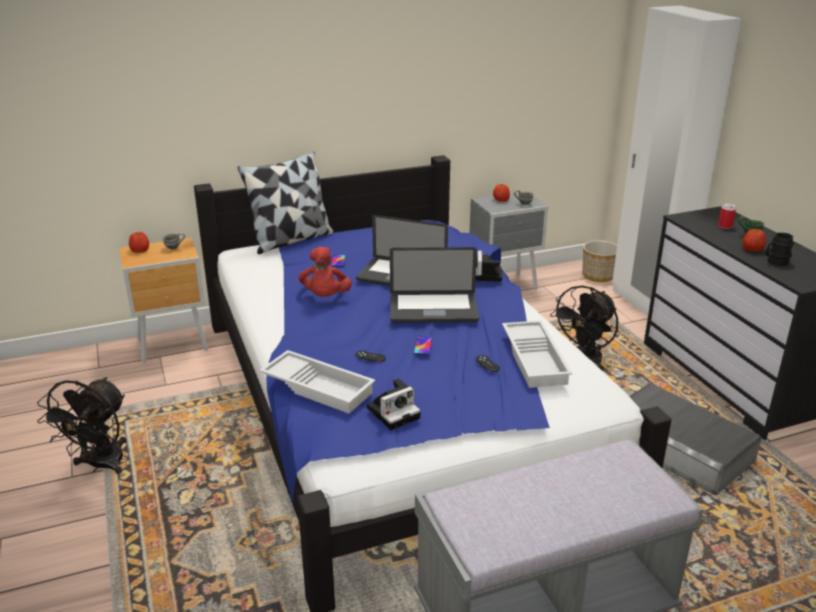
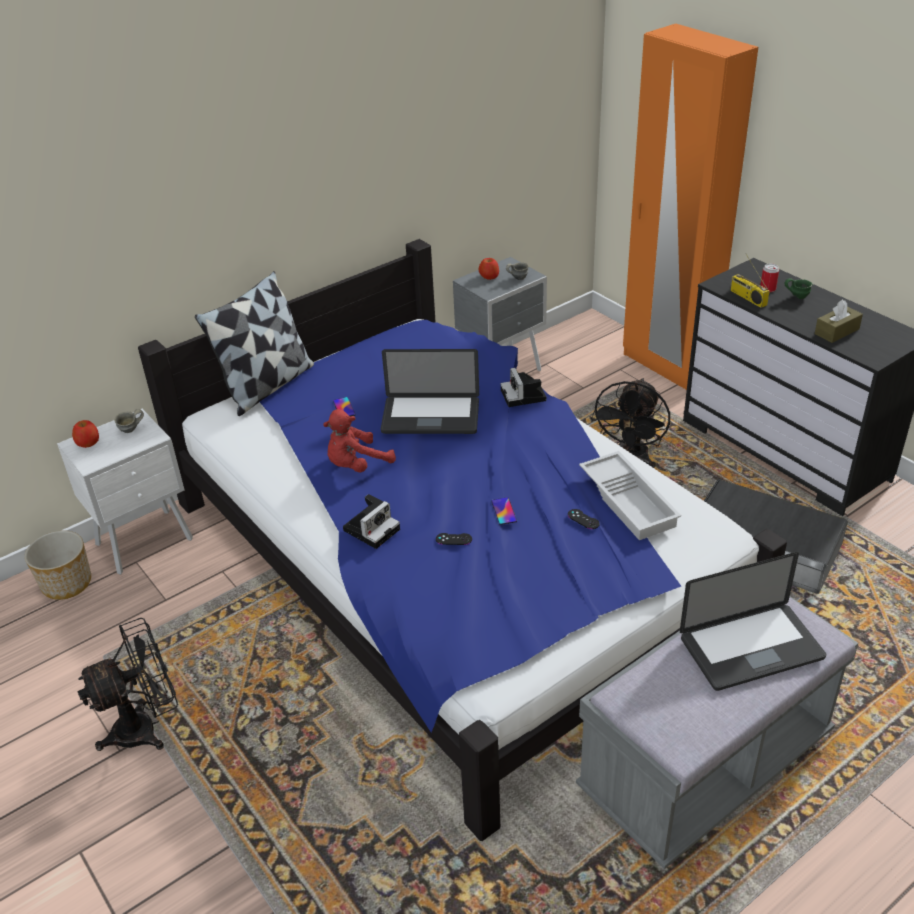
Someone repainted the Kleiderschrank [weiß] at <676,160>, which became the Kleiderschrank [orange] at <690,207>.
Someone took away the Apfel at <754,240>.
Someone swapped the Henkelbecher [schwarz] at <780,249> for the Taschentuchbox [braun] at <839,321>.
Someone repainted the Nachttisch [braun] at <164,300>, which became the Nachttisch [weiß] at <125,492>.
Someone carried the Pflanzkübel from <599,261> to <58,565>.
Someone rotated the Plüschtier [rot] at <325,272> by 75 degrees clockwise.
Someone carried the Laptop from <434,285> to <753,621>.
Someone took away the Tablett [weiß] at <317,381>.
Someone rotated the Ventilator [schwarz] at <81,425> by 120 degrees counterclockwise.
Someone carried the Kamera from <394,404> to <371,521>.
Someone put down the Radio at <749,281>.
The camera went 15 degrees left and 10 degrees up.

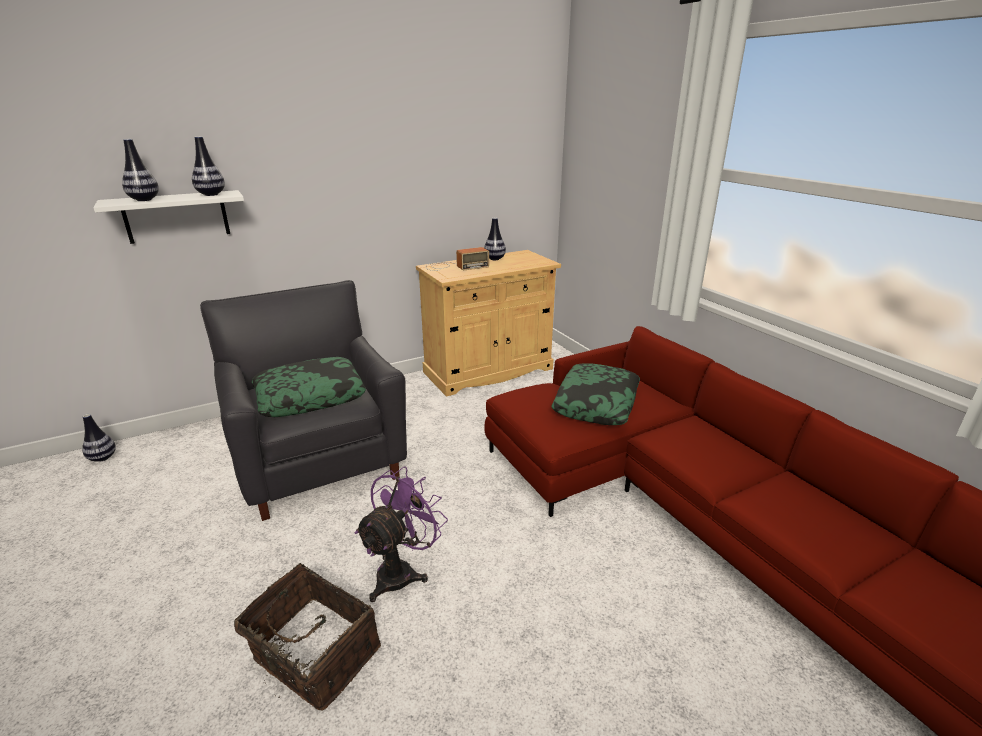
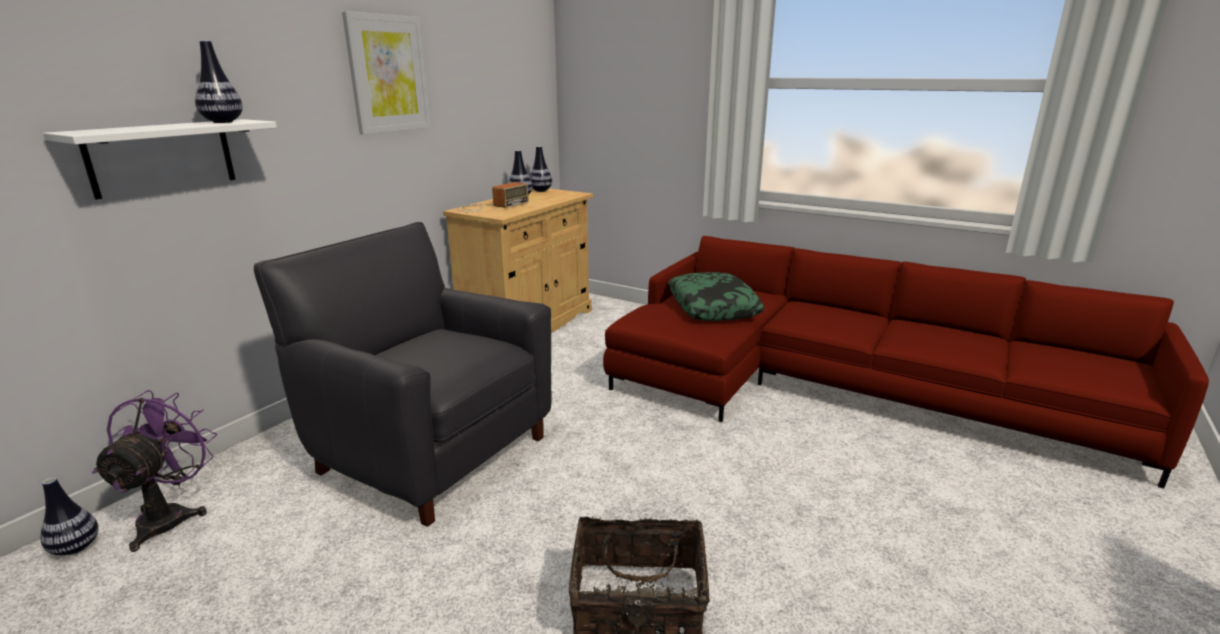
Someone carried the Vase from <140,170> to <540,169>.
Someone took away the Kissen at <309,387>.
Someone carried the Ventilator [lila] from <401,534> to <154,471>.
Someone put up the Bild at <386,73>.
The camera went 30 degrees left and 5 degrees down.

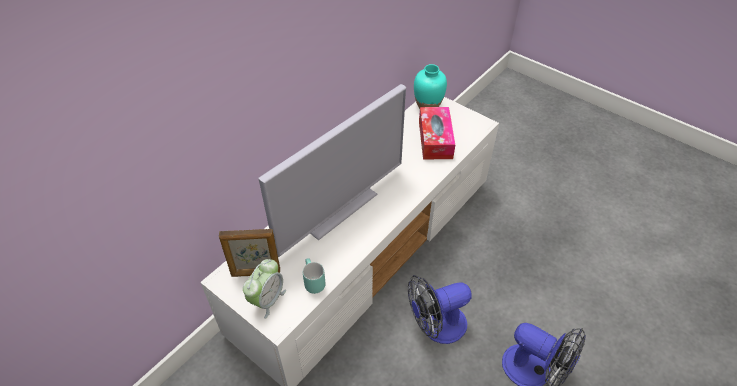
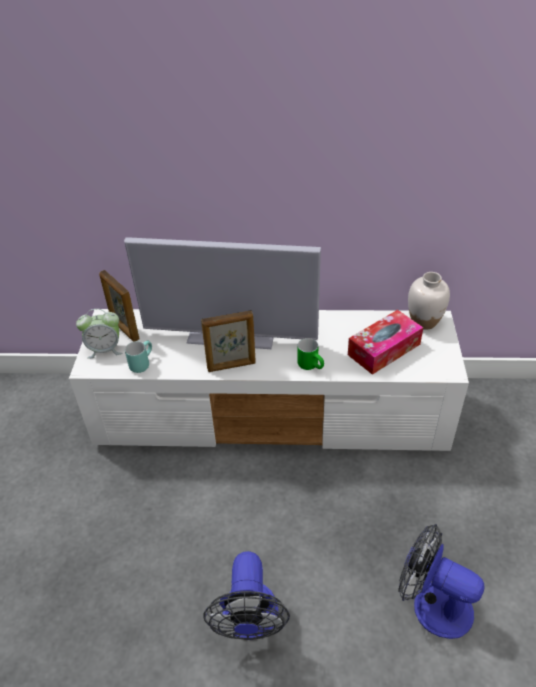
Someone repainted the Vase [türkis] at <430,86>, which became the Vase [weiß] at <429,301>.
Someone carried the Ventilator from <440,309> to <441,581>.
Someone put down the Bilderrahmen at <228,341>.
Someone put down the Henkelbecher [grün] at <310,354>.
The camera went 55 degrees right and 5 degrees down.

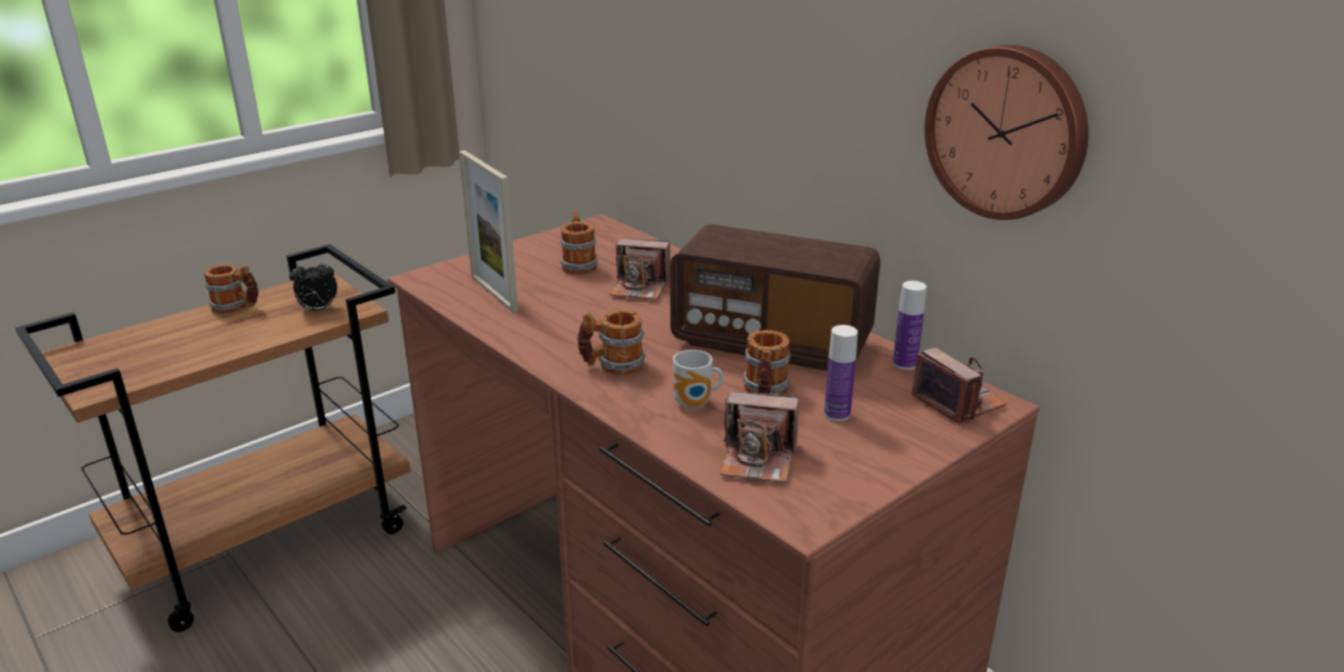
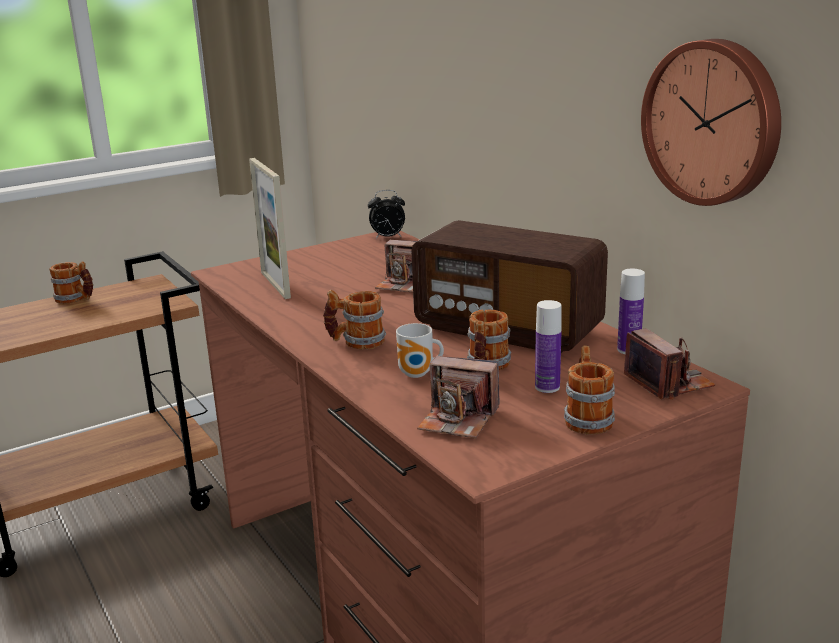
Someone carried the Henkelbecher from <579,242> to <589,390>.
Someone carried the Wecker from <313,285> to <386,214>.
The camera went 10 degrees right and 5 degrees down.

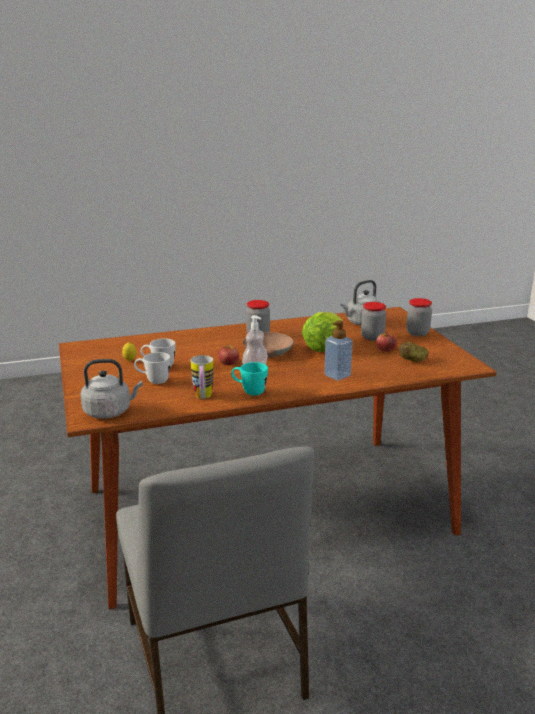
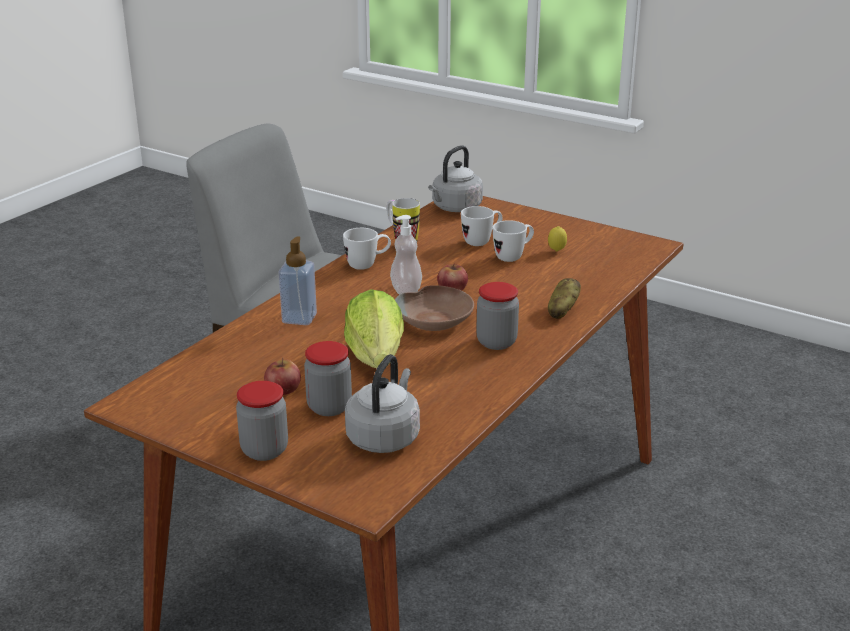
Someone carried the Kartoffel from <413,352> to <564,298>.
Someone repainted the Henkelbecher [türkis] at <249,378>, which became the Henkelbecher [weiß] at <367,249>.
The camera went 140 degrees right and 5 degrees up.

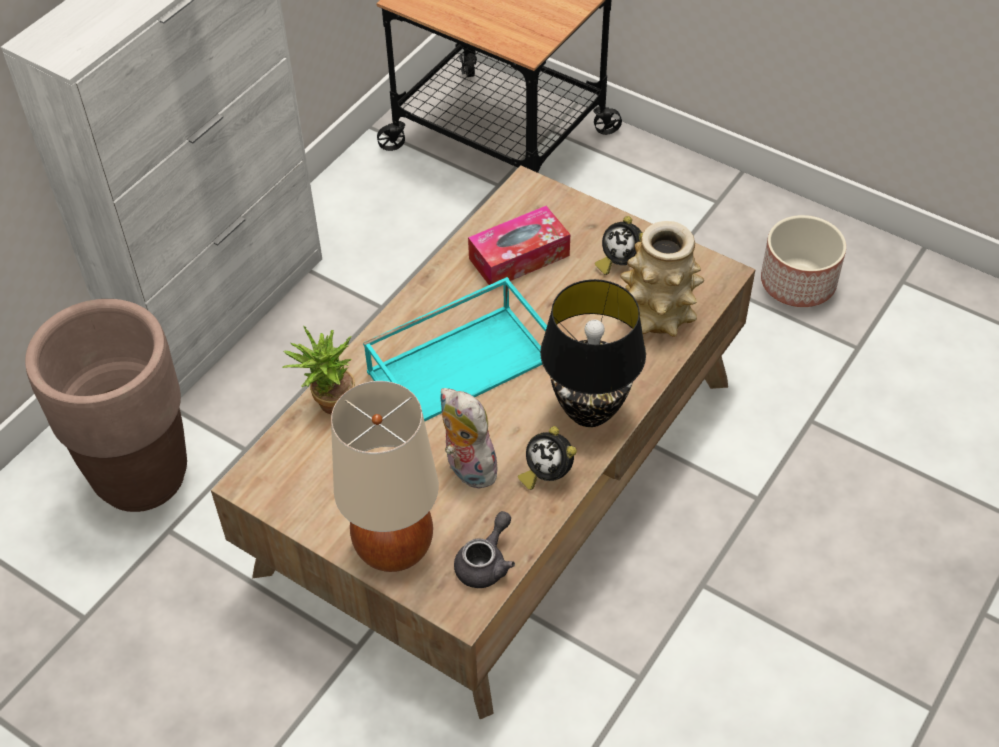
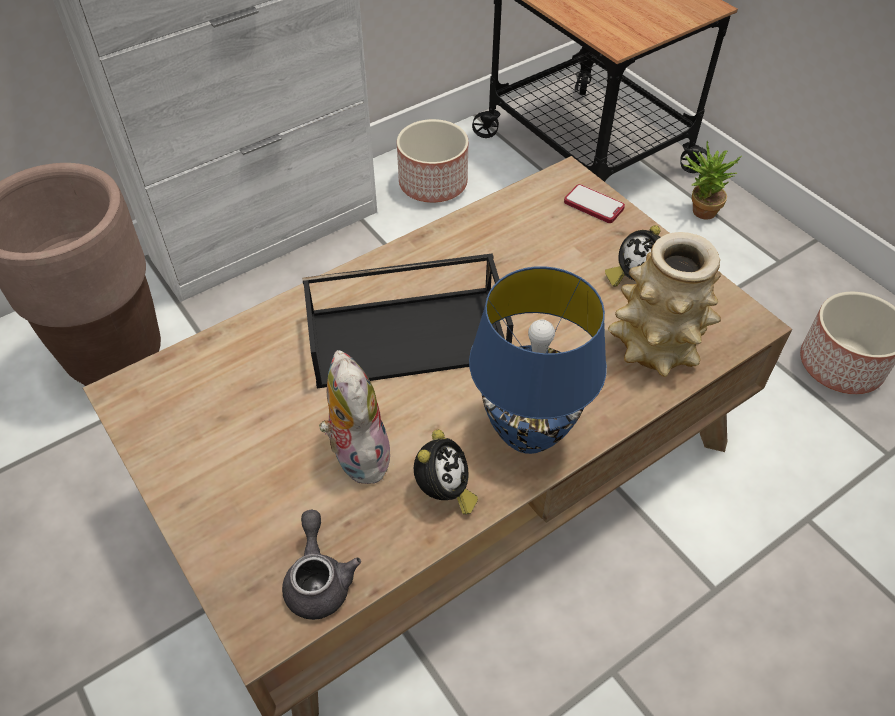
Someone took away the Taschentuchbox at <519,245>.
Someone repainted the Tablett [türkis] at <455,349>, which became the Tablett [schwarz] at <407,320>.
Someone repainted the Tischlampe [schwarz] at <593,353>, which became the Tischlampe [blau] at <538,360>.
Someone carried the Topfpflanze from <319,369> to <713,180>.
Someone took away the Tischlampe [beige] at <385,476>.
Someone rotated the Wecker at <547,458> by 135 degrees counterclockwise.
Someone rotated the Teekanne [grau] at <484,549> by 60 degrees counterclockwise.
Someone put down the Pflanzkübel at <432,161>.
Someone put down the Handy at <594,203>.
The camera went 20 degrees right and 0 degrees up.

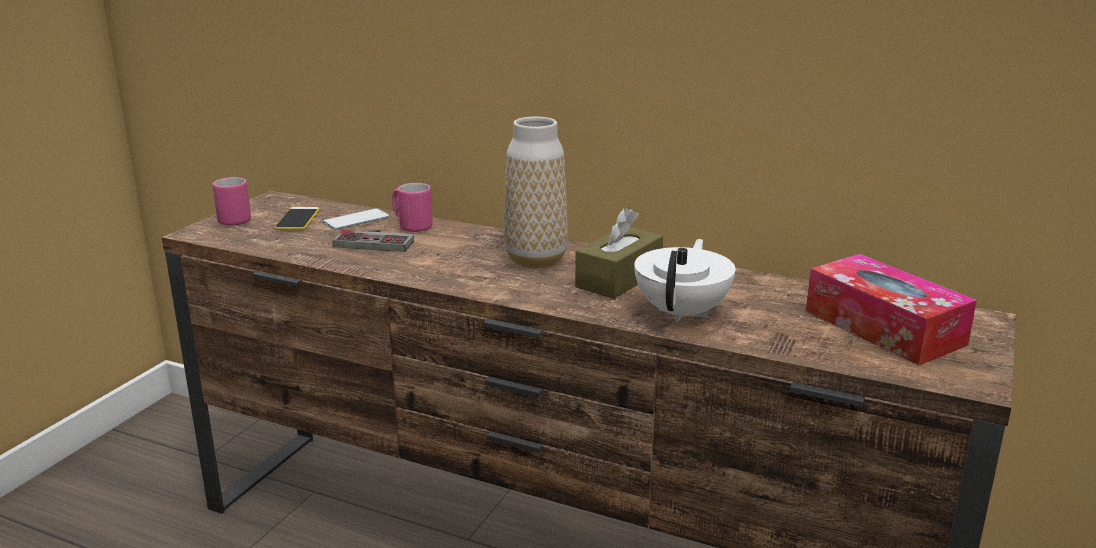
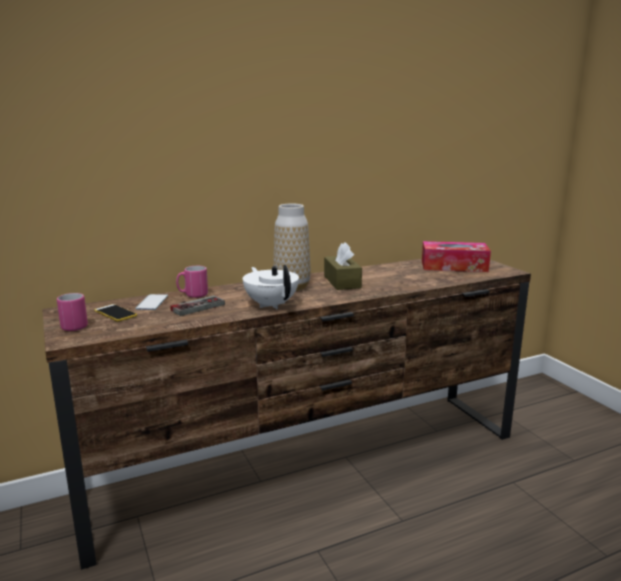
Someone carried the Teekanne [weiß] from <685,281> to <271,287>.
The camera went 50 degrees left and 5 degrees down.

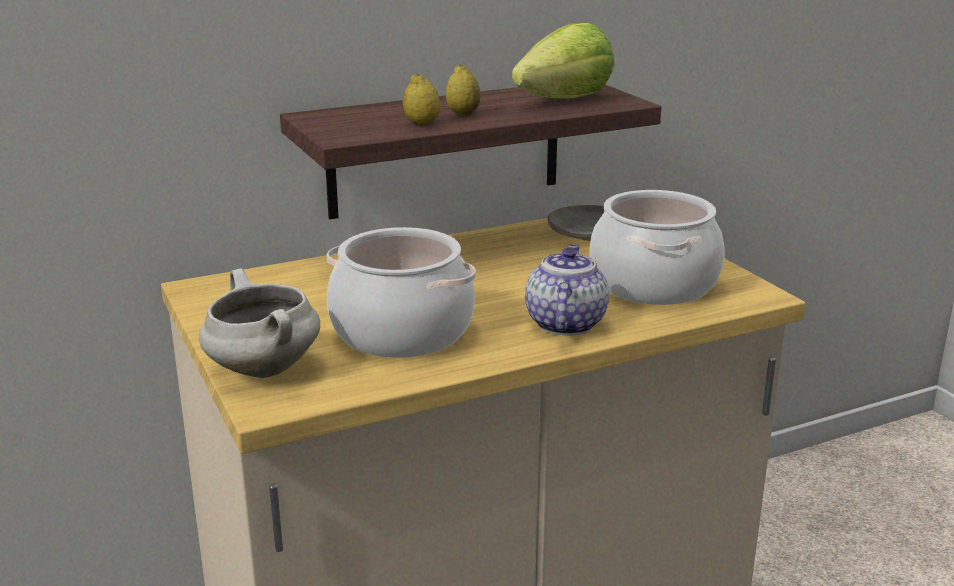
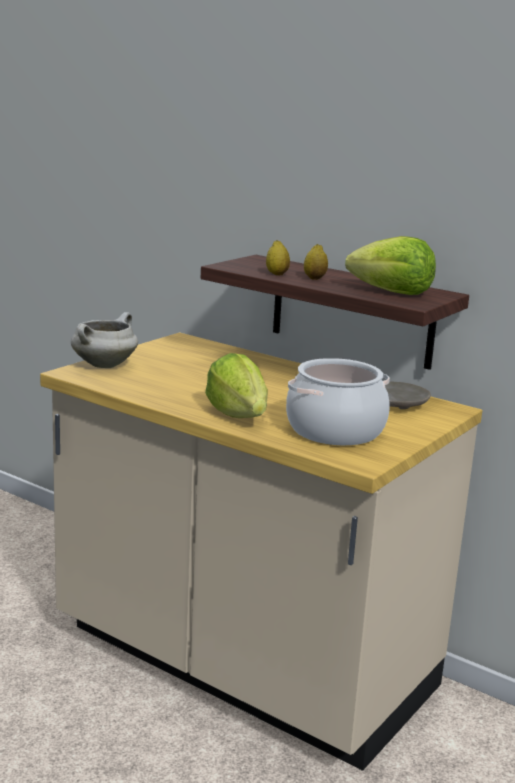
Someone took away the Kochtopf at <401,292>.
Someone swapped the Teekanne at <567,290> for the Salatkopf at <236,385>.
The camera went 60 degrees right and 5 degrees down.

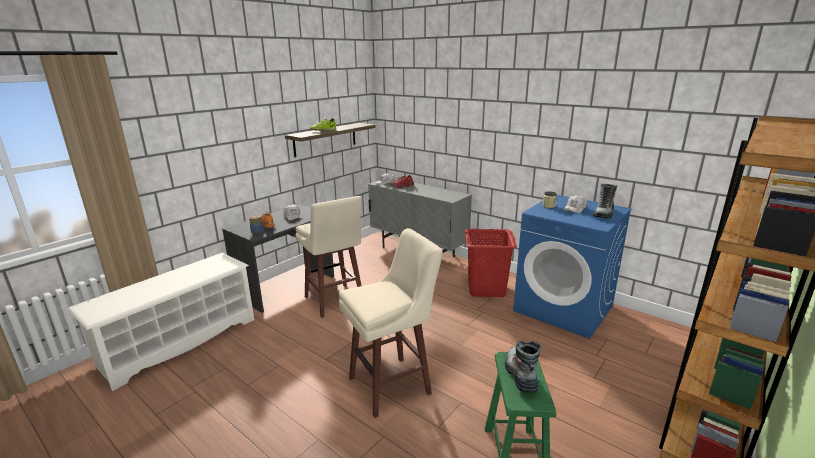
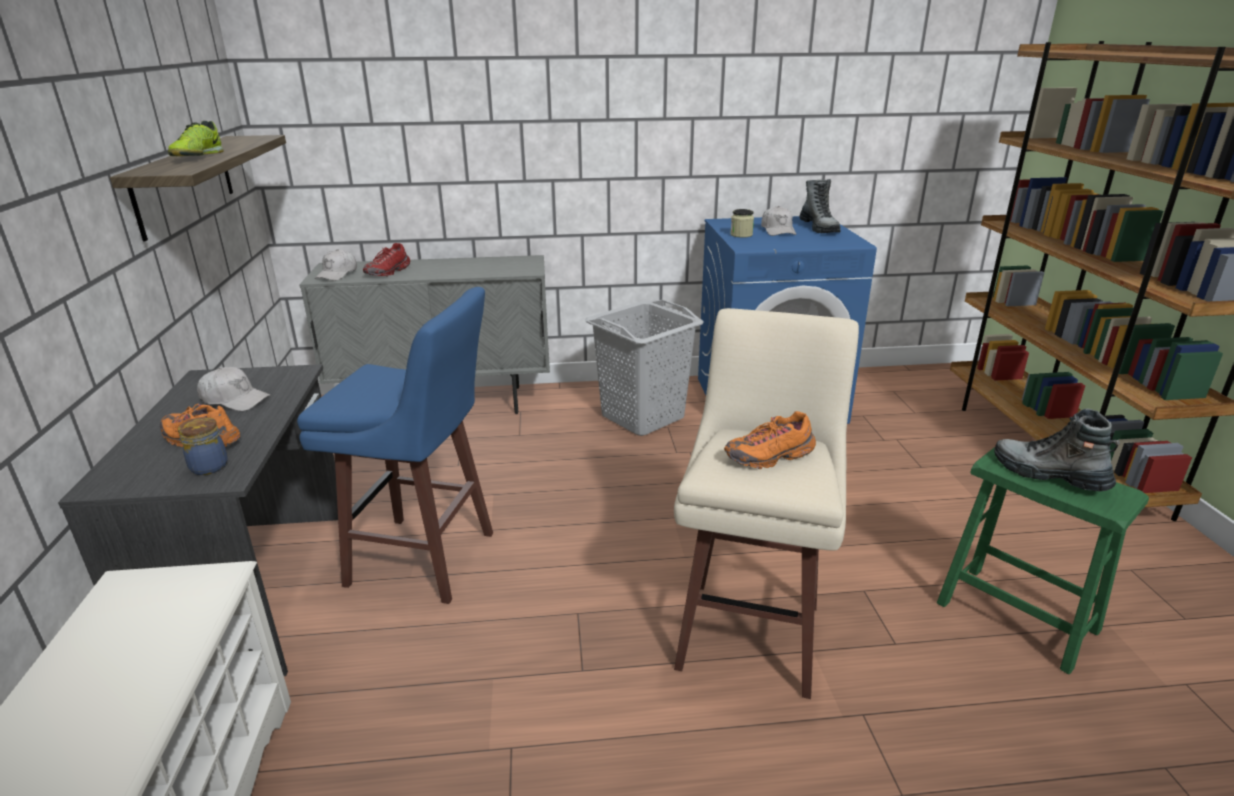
Someone repainted the Hocker [beige] at <328,257>, which became the Hocker [blau] at <395,445>.
Someone repainted the Wäschekorb [rot] at <491,263>, which became the Wäschekorb [grau] at <644,367>.
Someone put down the Schuh [orange] at <770,440>.
The camera went 45 degrees left and 5 degrees up.

